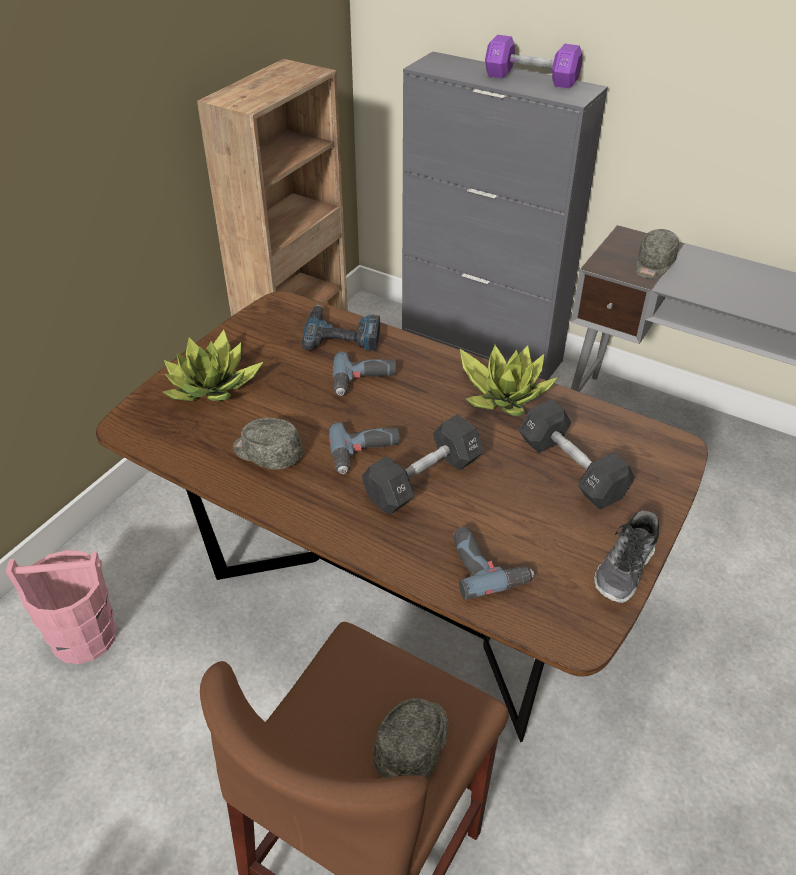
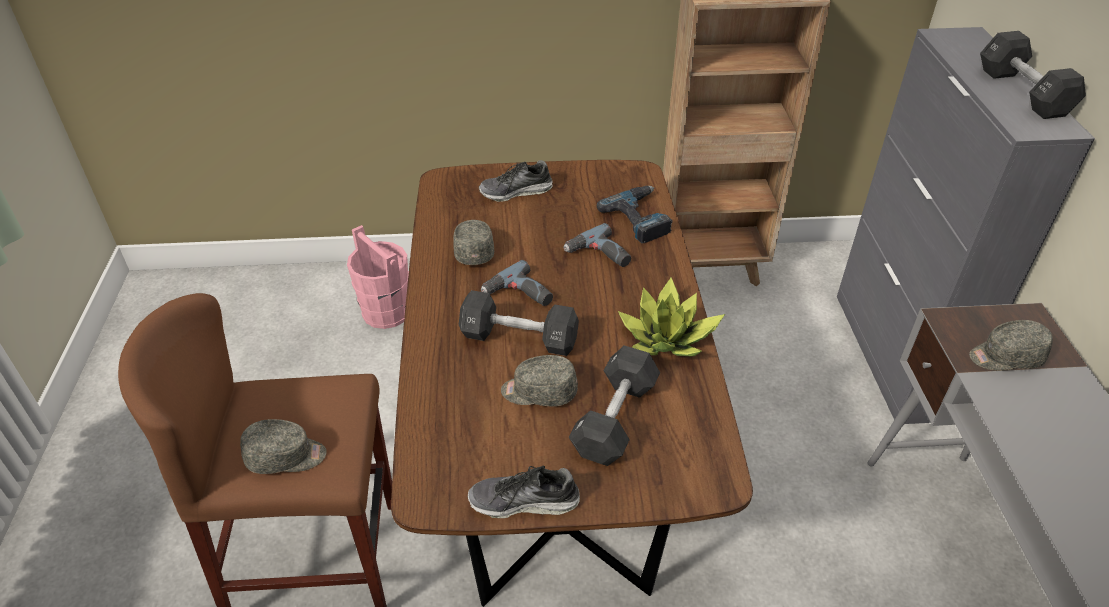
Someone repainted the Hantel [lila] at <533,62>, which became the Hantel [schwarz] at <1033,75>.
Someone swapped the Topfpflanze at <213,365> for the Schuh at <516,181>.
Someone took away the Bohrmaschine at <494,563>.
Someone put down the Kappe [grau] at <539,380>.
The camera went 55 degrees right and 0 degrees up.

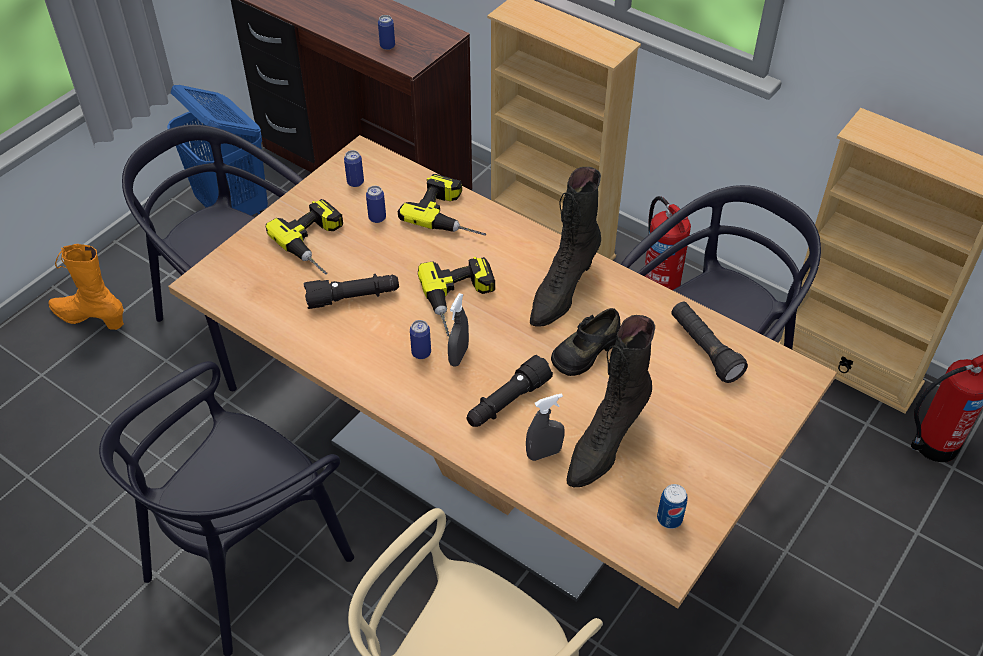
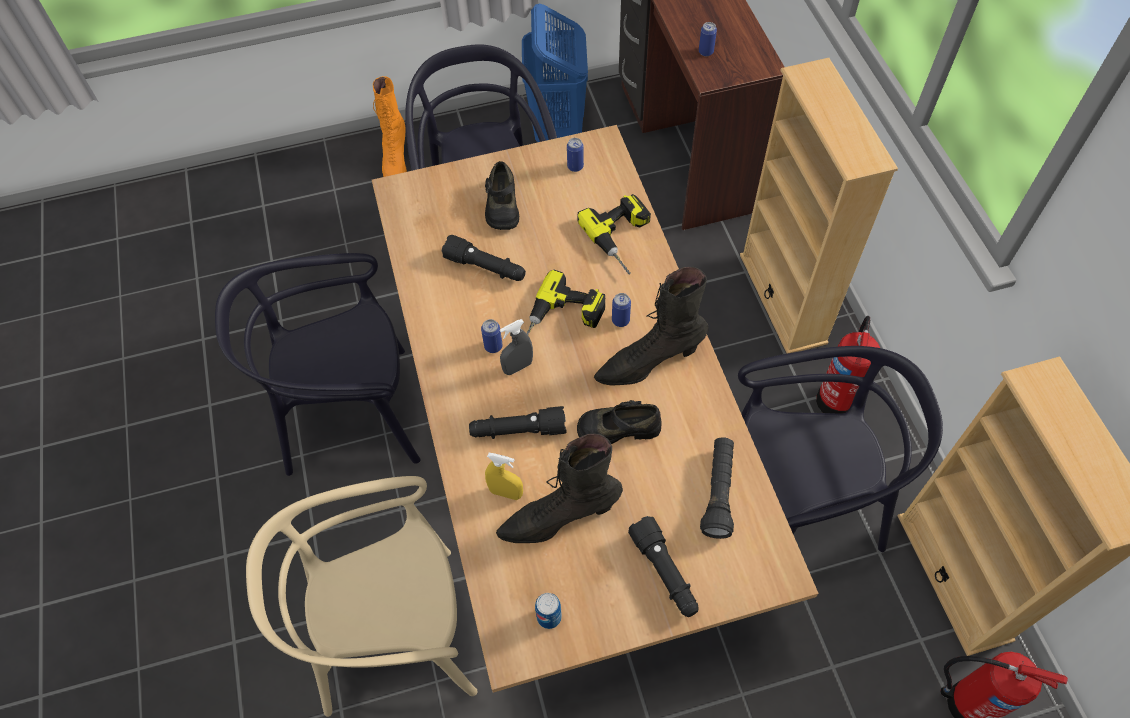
Someone carried the Dose from <376,204> to <621,310>.
Someone swapped the Bohrmaschine at <304,237> for the Schuh [schwarz] at <502,195>.
Someone rotated the Stiefel [orange] at <86,287> by 150 degrees counterclockwise.
Someone repainted the Sprühflasche [grau] at <545,427>, which became the Sprühflasche [gelb] at <504,476>.
Someone put down the Taschenlampe [schwarz] at <663,566>.
The camera went 40 degrees right and 10 degrees up.

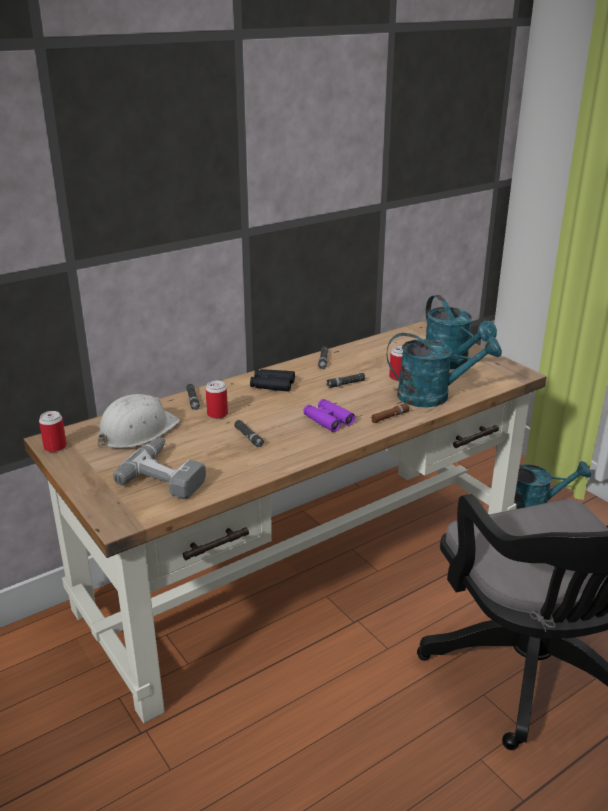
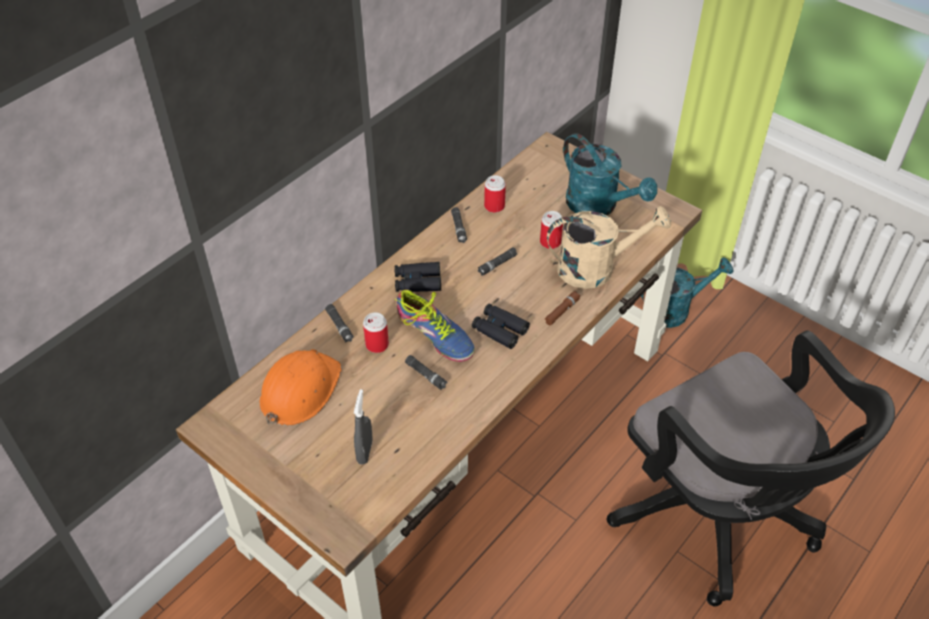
Someone repainted the Gießkanne [türkis] at <444,370>, which became the Gießkanne [beige] at <609,247>.
Someone repainted the Schutzhelm [weiß] at <139,421>, which became the Schutzhelm [orange] at <301,387>.
Someone repainted the Fernglas [lila] at <329,415>, which became the Fernglas [schwarz] at <501,326>.
Someone carried the Dose from <53,431> to <495,194>.
Someone swapped the Bohrmaschine at <159,469> for the Sprühflasche [grau] at <363,427>.
Someone put down the Schuh at <435,325>.
The camera went 15 degrees left and 20 degrees up.

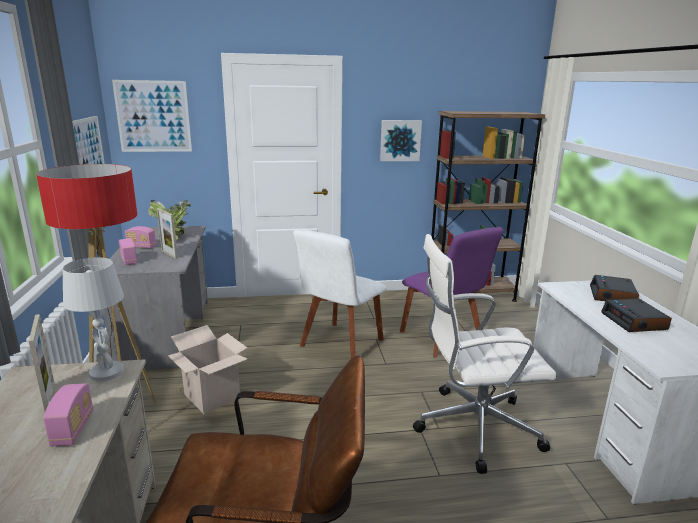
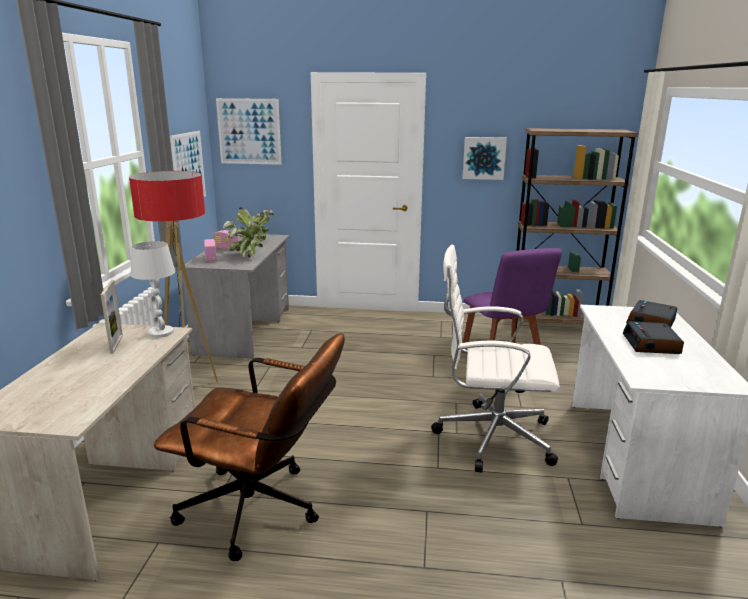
Someone swapped the Bilderrahmen at <167,233> for the Topfpflanze at <242,239>.
Someone took away the Stuhl [weiß] at <340,294>.
Someone took away the Karton at <207,369>.
Someone took away the Radio at <68,414>.
The camera went 15 degrees right and 0 degrees up.

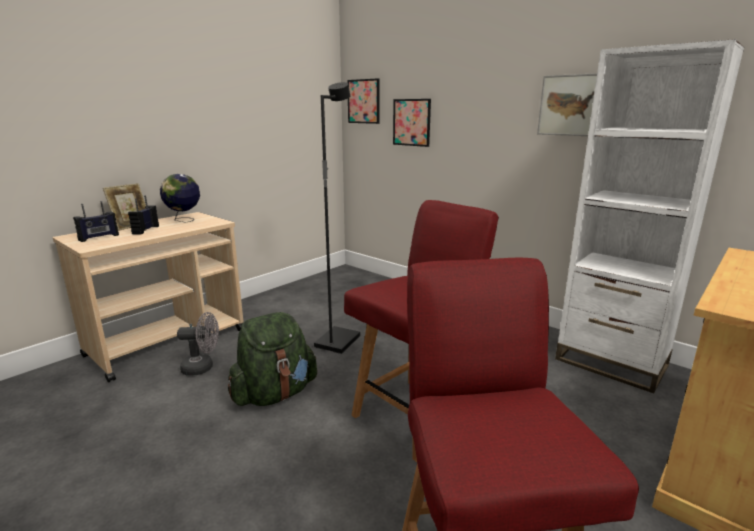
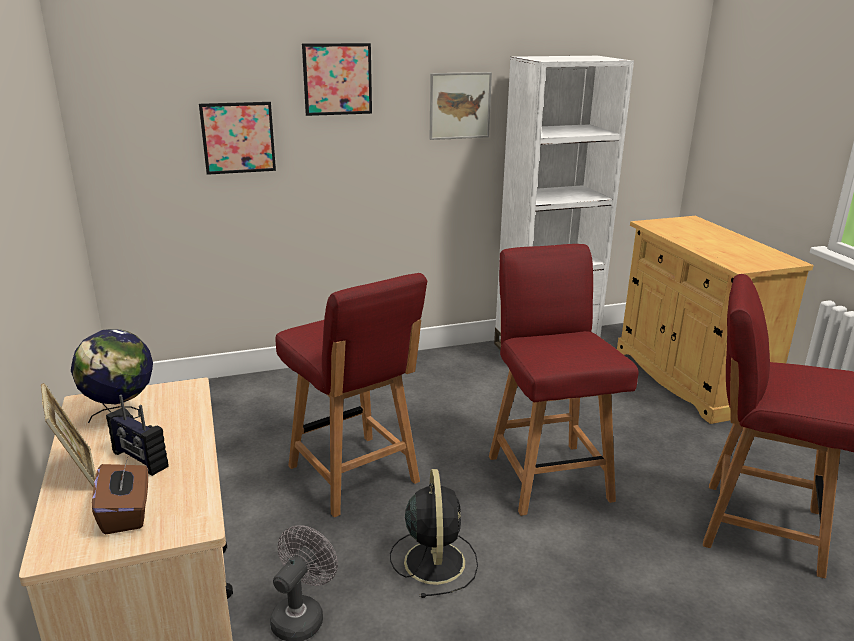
Someone carried the Bild from <363,101> to <337,79>.
Someone swapped the Stehlampe [schwarz] at <337,218> for the Stuhl [rot] at <351,395>.
Someone swapped the Radio at <96,221> for the Taschentuchbox [braun] at <120,496>.
Someone swapped the Rucksack [grün] at <272,359> for the Ventilator [schwarz] at <434,533>.
The camera went 60 degrees left and 5 degrees up.

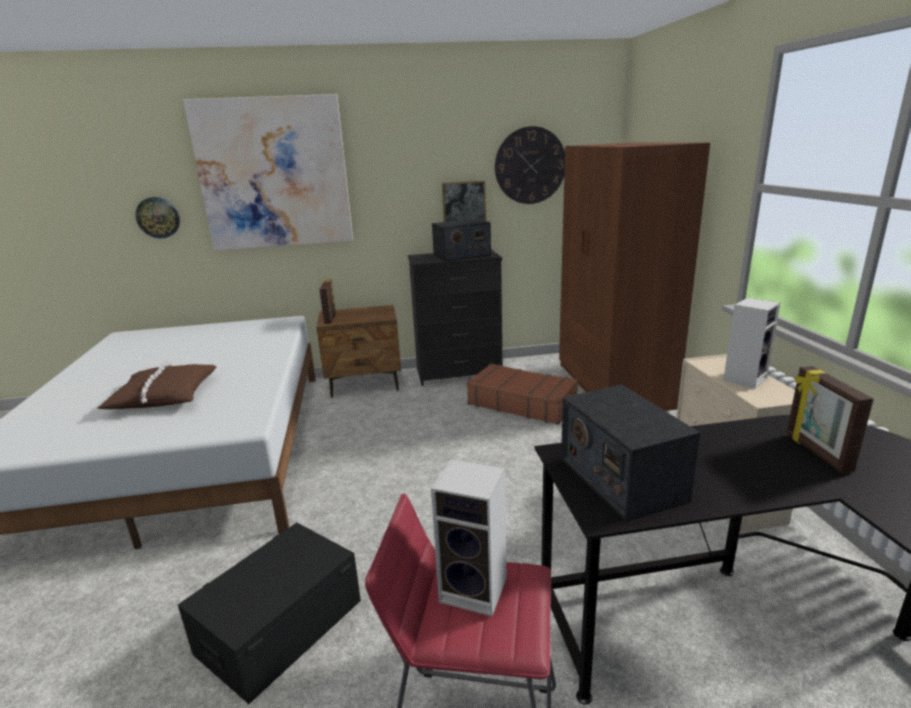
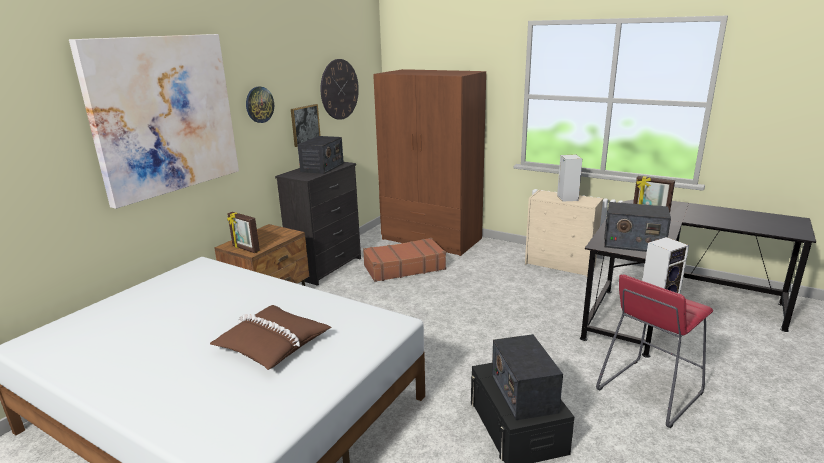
Someone carried the Wanduhr from <157,217> to <260,105>.
Someone put down the Radio at <527,377>.
The camera went 50 degrees left and 0 degrees up.

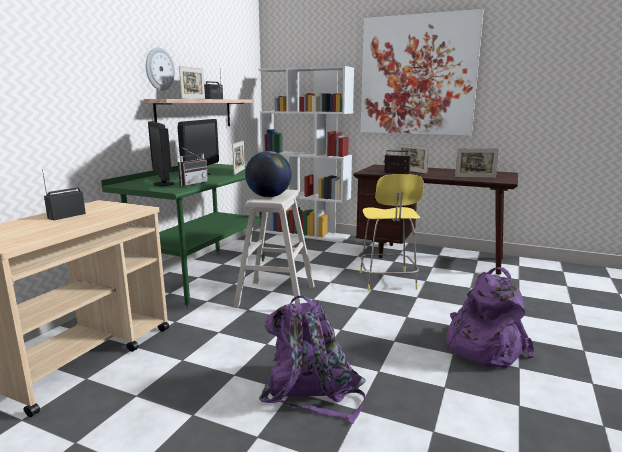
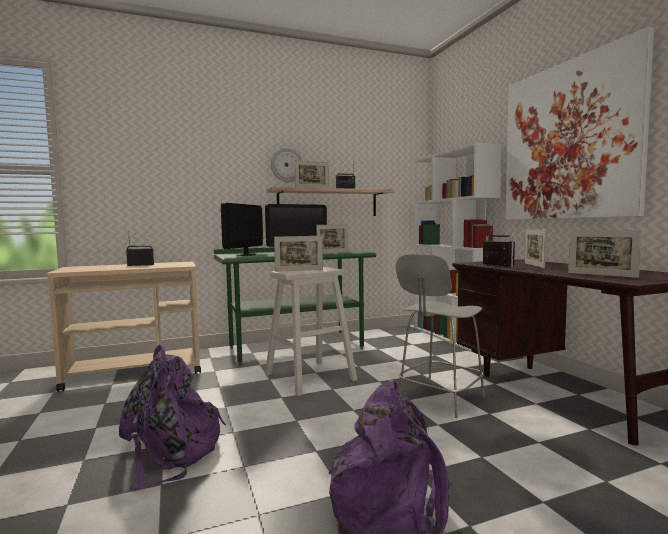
Someone took away the Radio at <193,166>.
Someone swapped the Globus at <268,174> for the Bilderrahmen at <298,254>.
Someone repainted the Hocker [gelb] at <392,232>, which became the Hocker [grau] at <440,336>.
The camera went 45 degrees right and 10 degrees down.

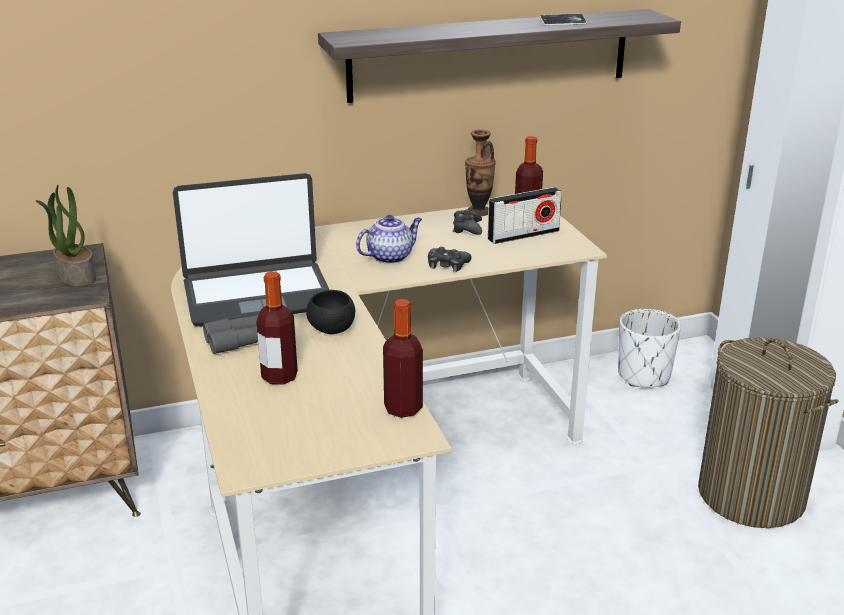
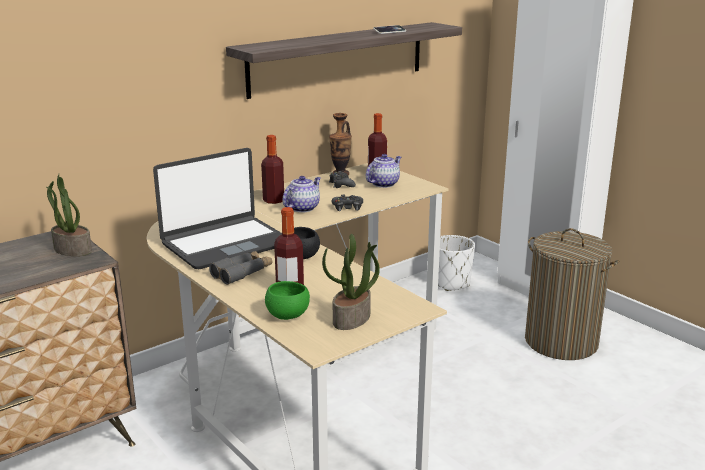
Someone swapped the Radio at <524,215> for the Teekanne at <383,171>.
Someone carried the Flasche from <403,358> to <272,169>.
Someone put down the Topfpflanze at <351,282>.
Someone put down the Schüssel [grün] at <287,300>.
The camera went 20 degrees left and 5 degrees down.

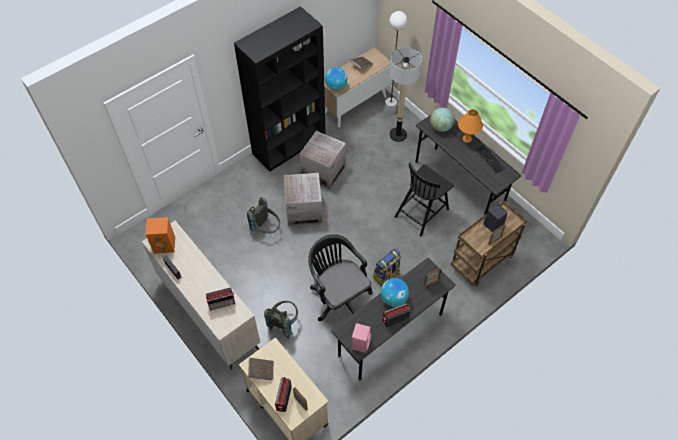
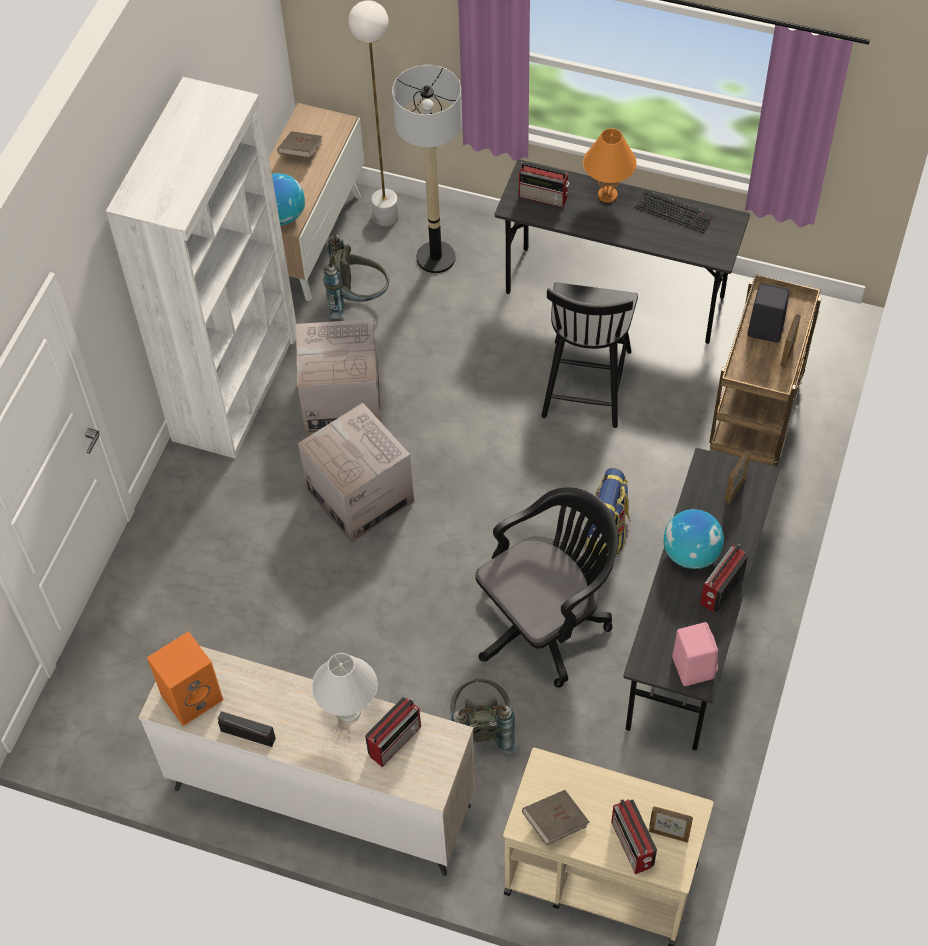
Someone repainted the Bücherregal [schwarz] at <280,89>, which became the Bücherregal [weiß] at <201,267>.
Someone swapped the Globus at <442,120> for the Radio at <544,184>.
Someone carried the Rucksack [grau] from <263,215> to <356,276>.
Someone rotated the Bürostuhl [schwarz] at <340,277> by 120 degrees clockwise.
Someone put down the Tischlampe [weiß] at <345,687>.
The camera went 30 degrees left and 0 degrees up.

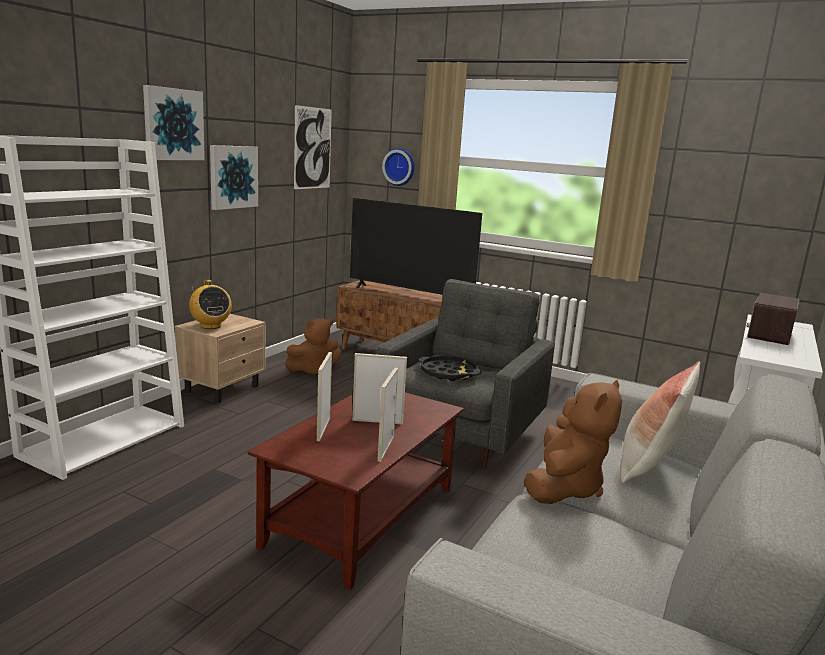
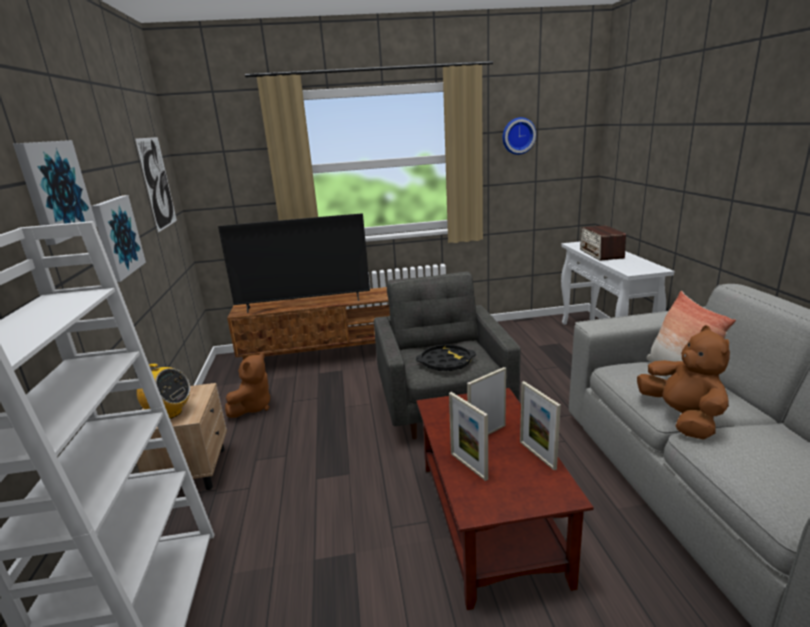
Someone carried the Wanduhr from <398,167> to <519,136>.
The camera went 35 degrees left and 5 degrees up.

